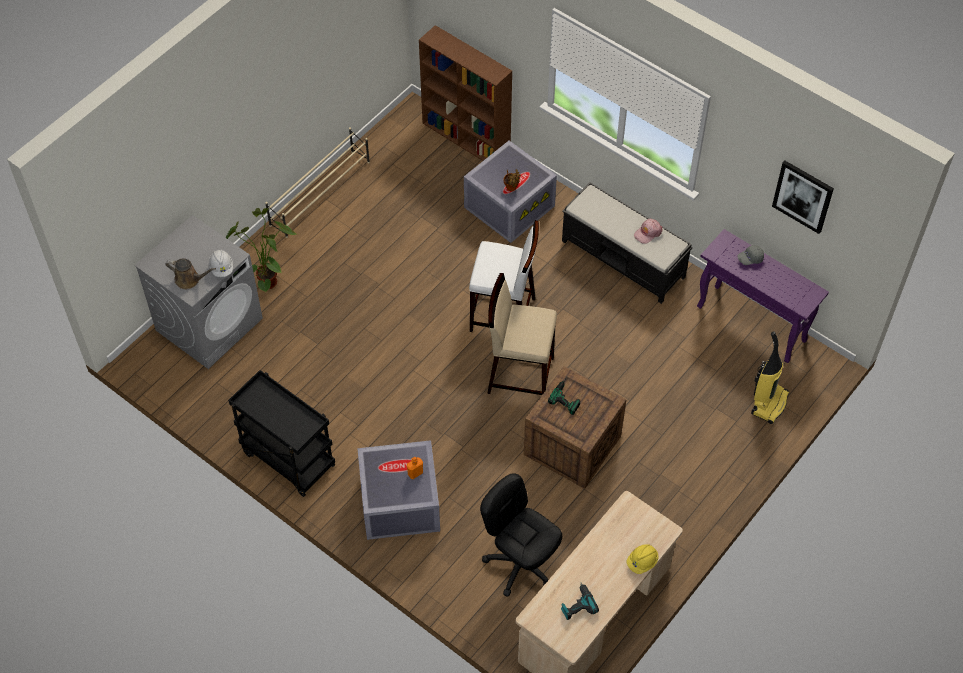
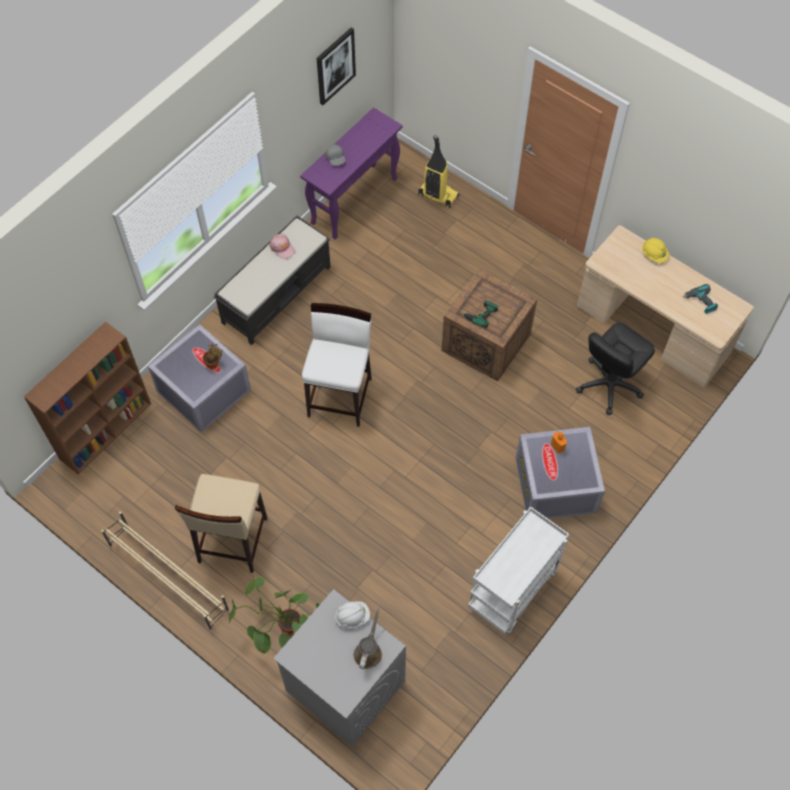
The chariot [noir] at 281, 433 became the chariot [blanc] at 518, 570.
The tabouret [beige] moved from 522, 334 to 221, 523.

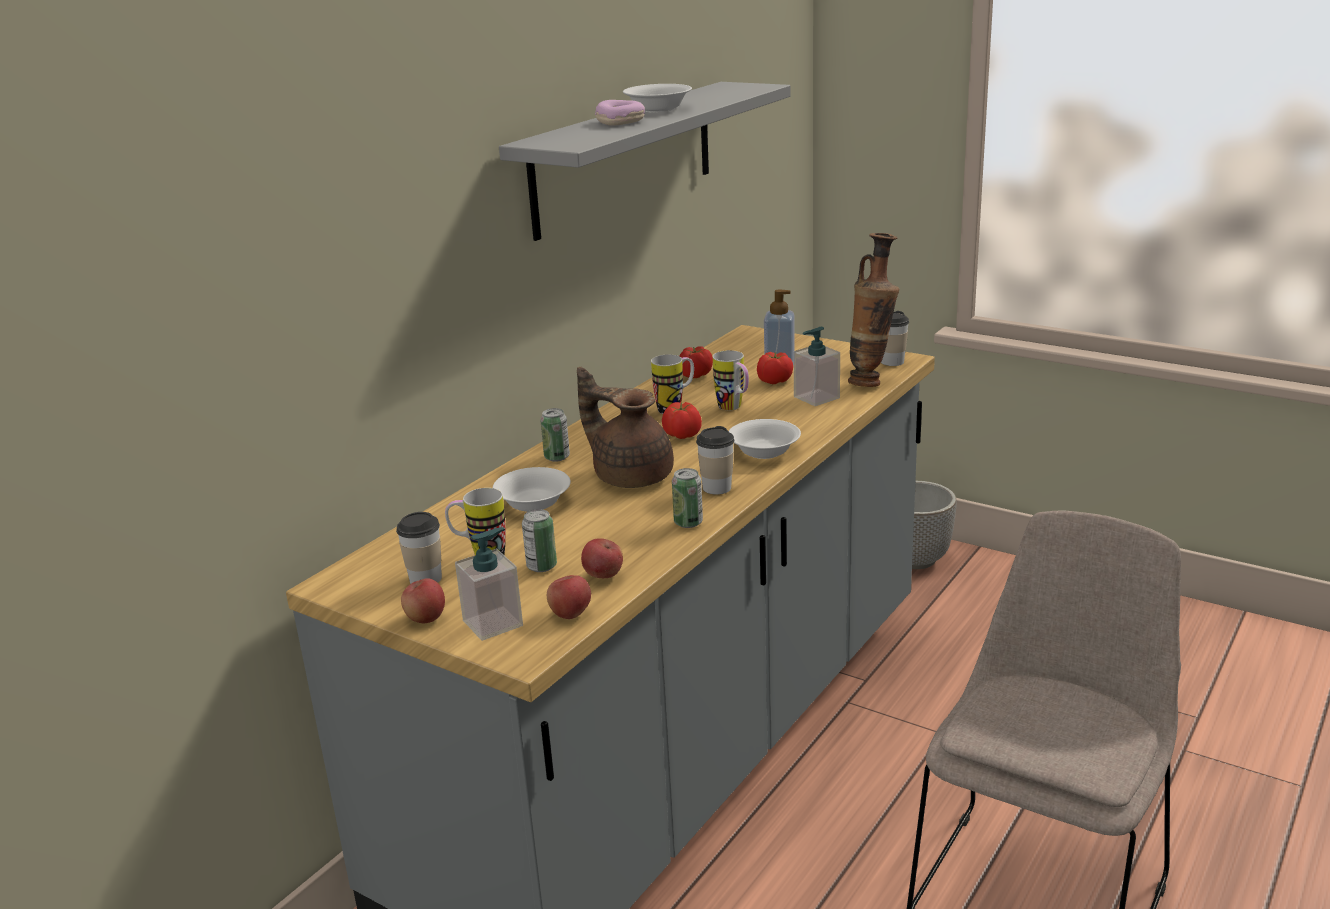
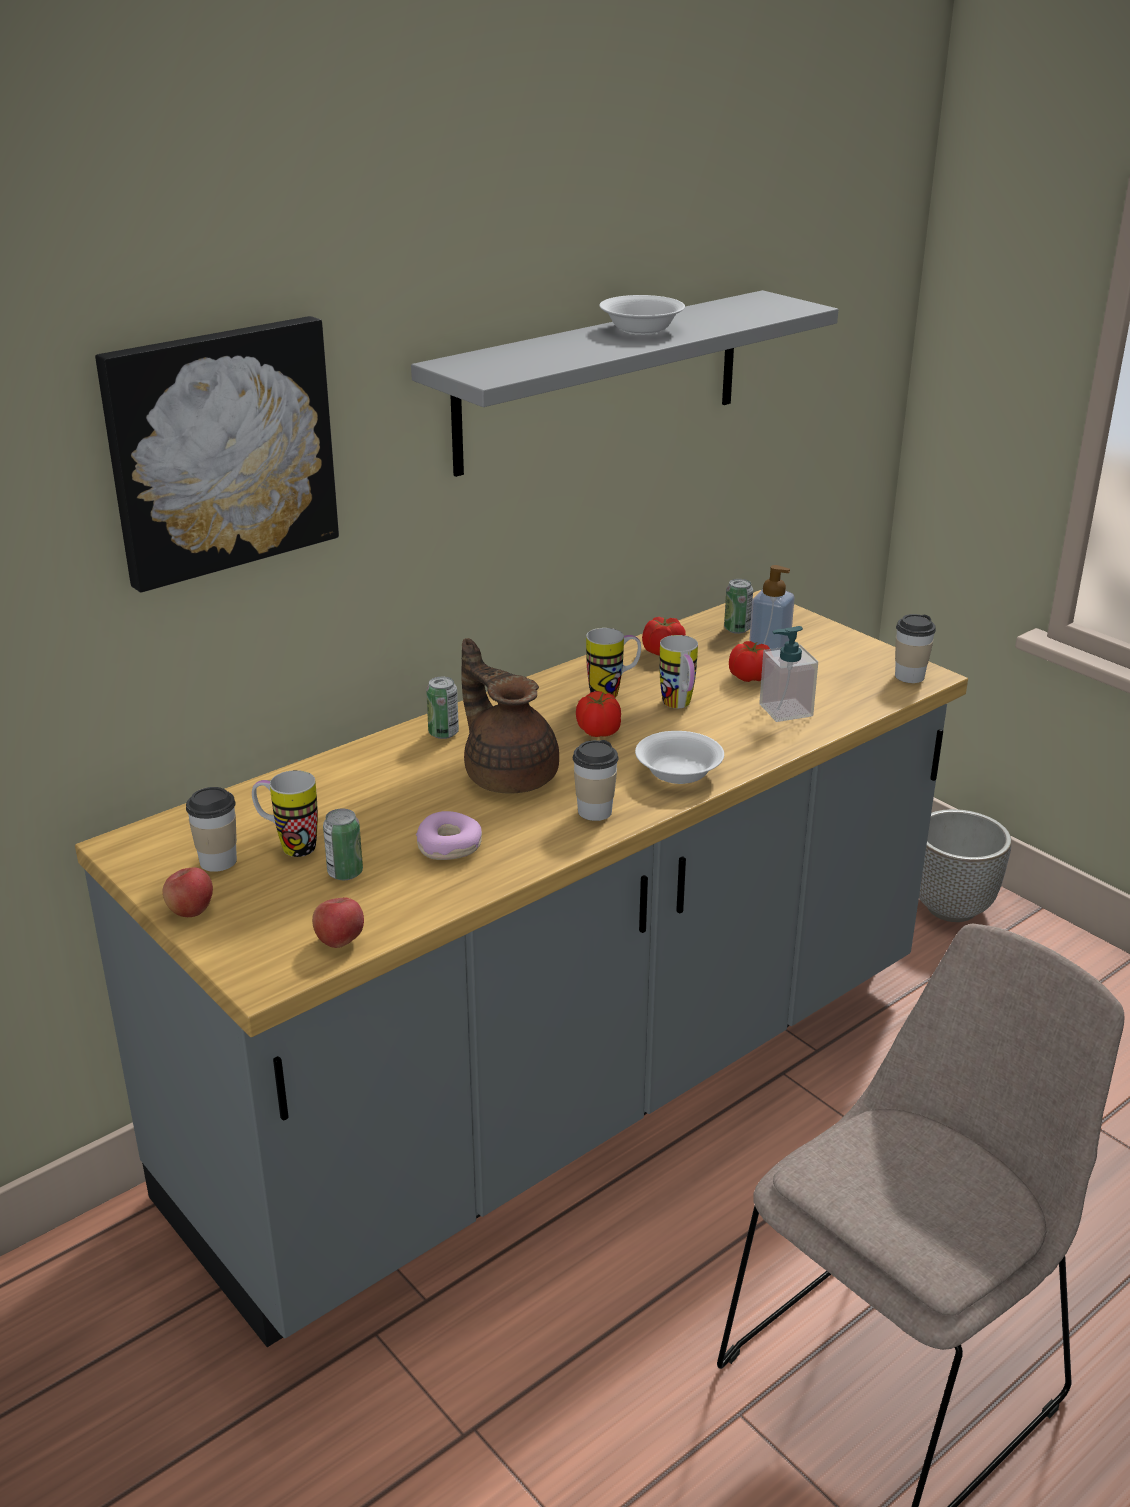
The distributeur de savon at 489, 584 disappeared.
The bol [blanc] at 532, 489 disappeared.
The pomme at 602, 558 disappeared.
The beignet moved from 620, 113 to 449, 835.
The boîte métallique moved from 687, 498 to 738, 606.
The vase at 873, 310 disappeared.
The tableau at 217, 454 appeared.

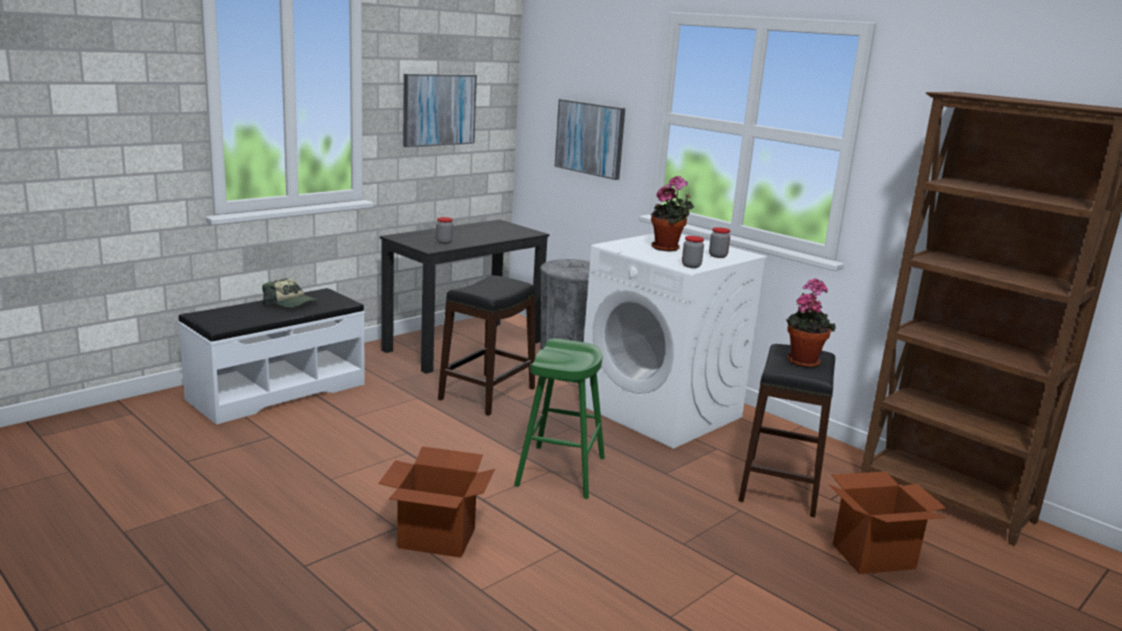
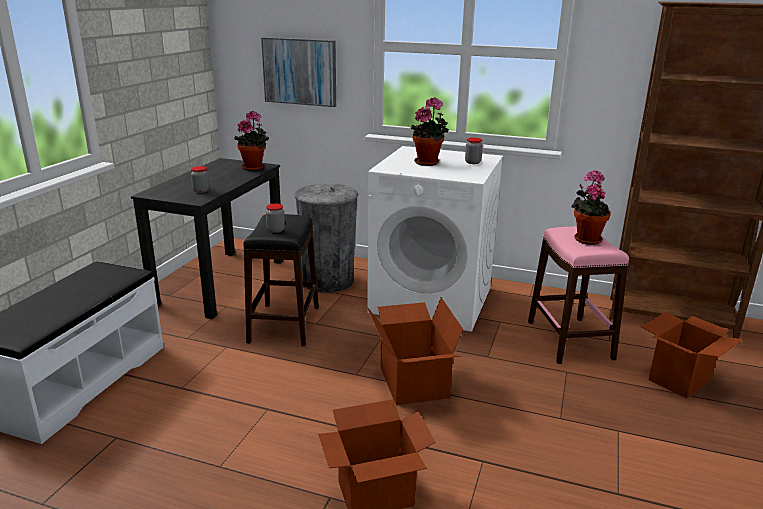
The casquette at 290, 293 disappeared.
The tableau at 440, 110 disappeared.
The tabouret [vert] at 559, 419 was replaced by the carton at 415, 351.
The bocal moved from 693, 252 to 275, 218.
The tabouret [noir] at 786, 430 became the tabouret [rose] at 578, 295.
The plante en pot at 251, 141 appeared.

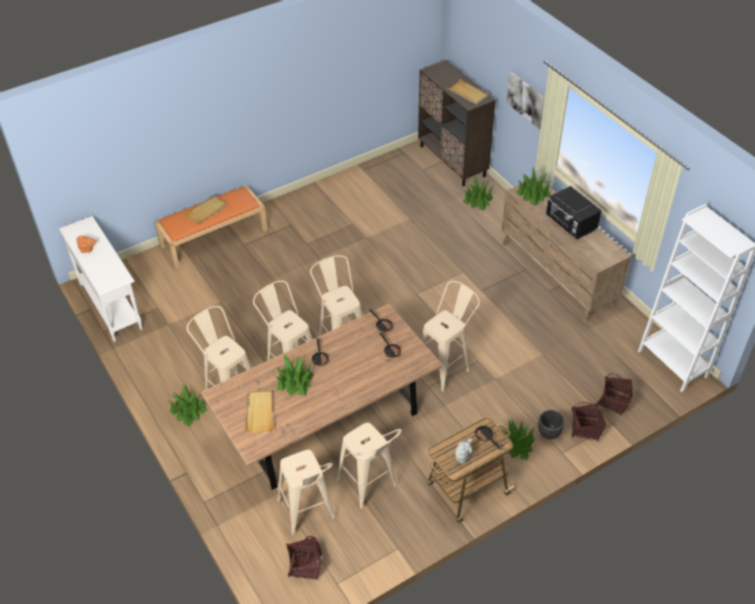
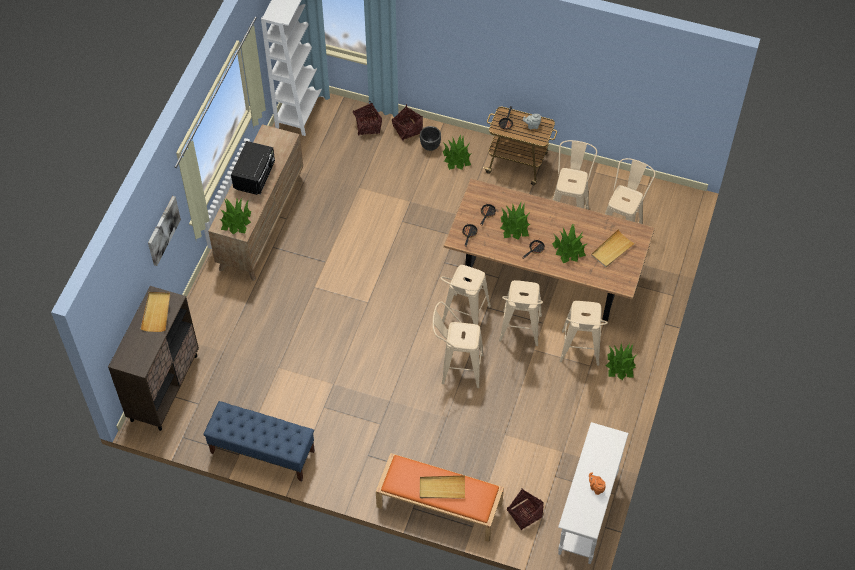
The panier moved from 304, 557 to 525, 509.
The tabouret [beige] moved from 450, 336 to 458, 344.
The plante en pot moved from 478, 194 to 515, 221.
The banc [bleu] at 259, 441 appeared.

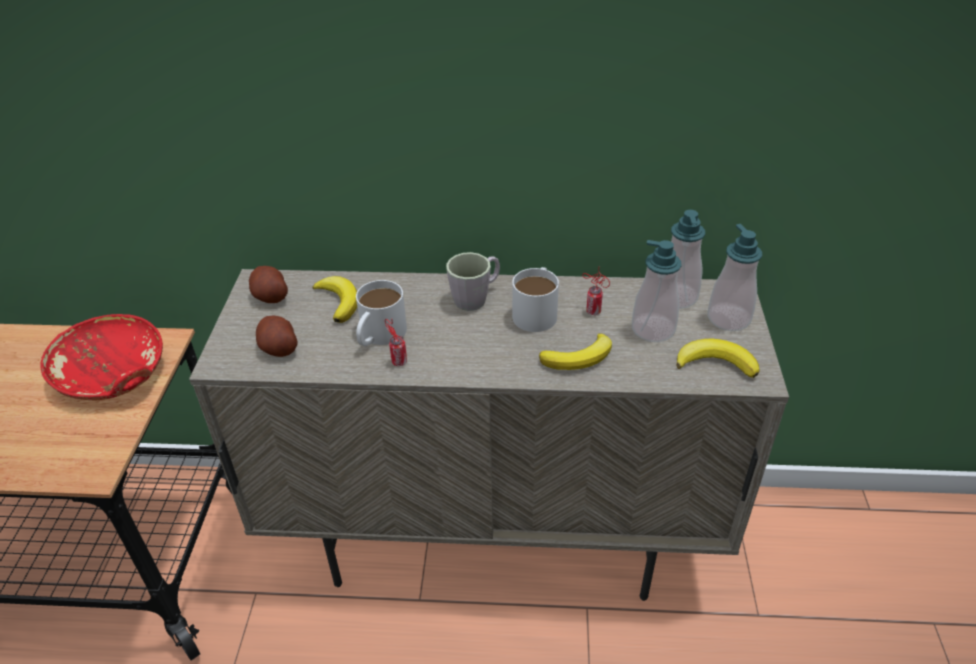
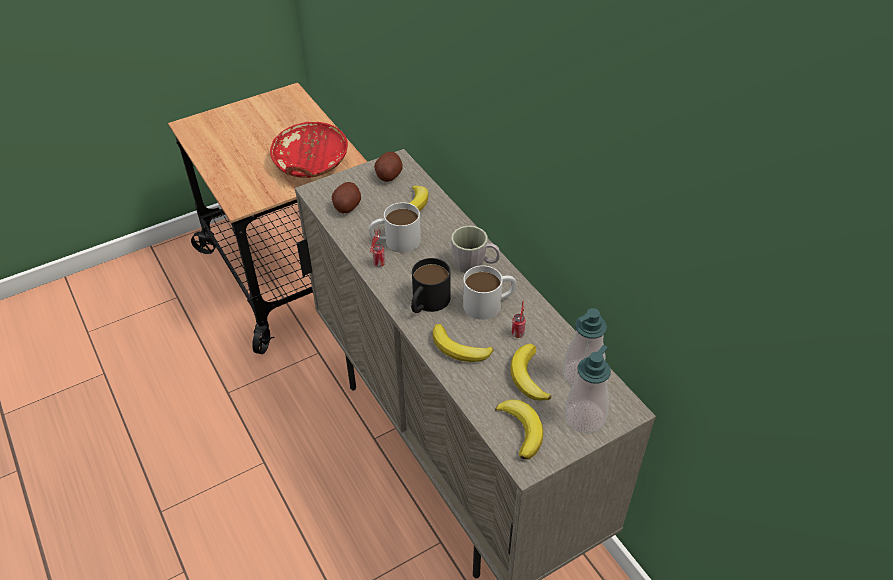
The distributeur de savon at 657, 291 was replaced by the banane at 531, 372.
The mug [noir] at 430, 285 appeared.

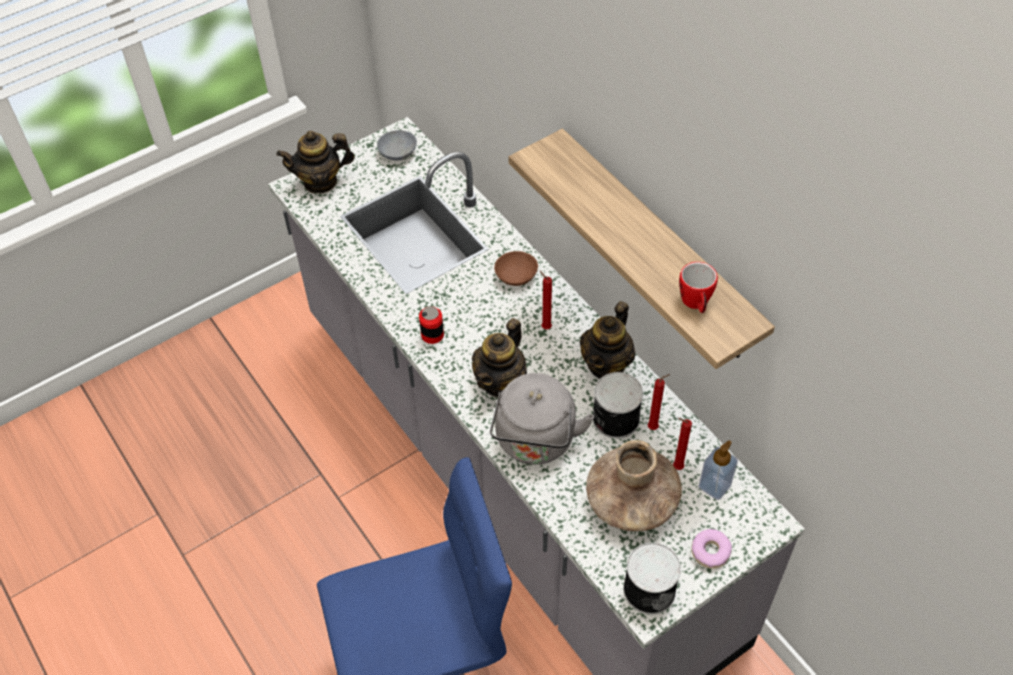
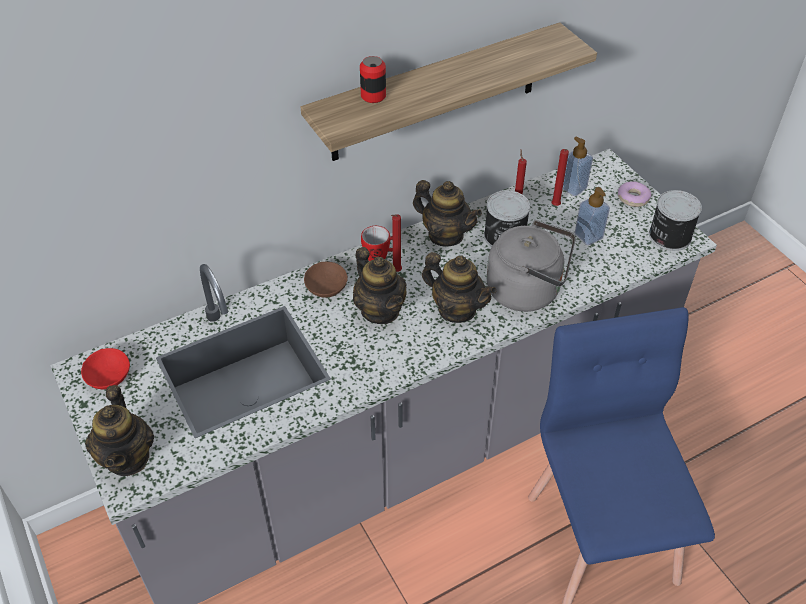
The bol [gris] at 397, 145 became the bol [rouge] at 105, 368.
The boîte métallique moved from 431, 325 to 373, 79.
The vase [marron] at 634, 485 was replaced by the distributeur de savon at 592, 216.
The mug moved from 698, 287 to 377, 243.
The théière at 379, 285 appeared.

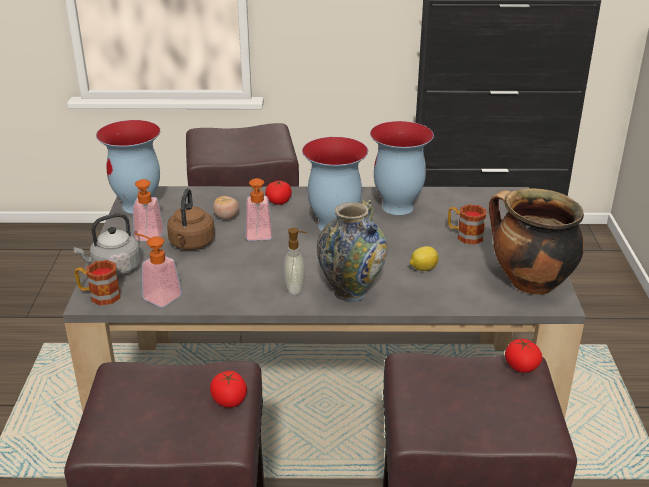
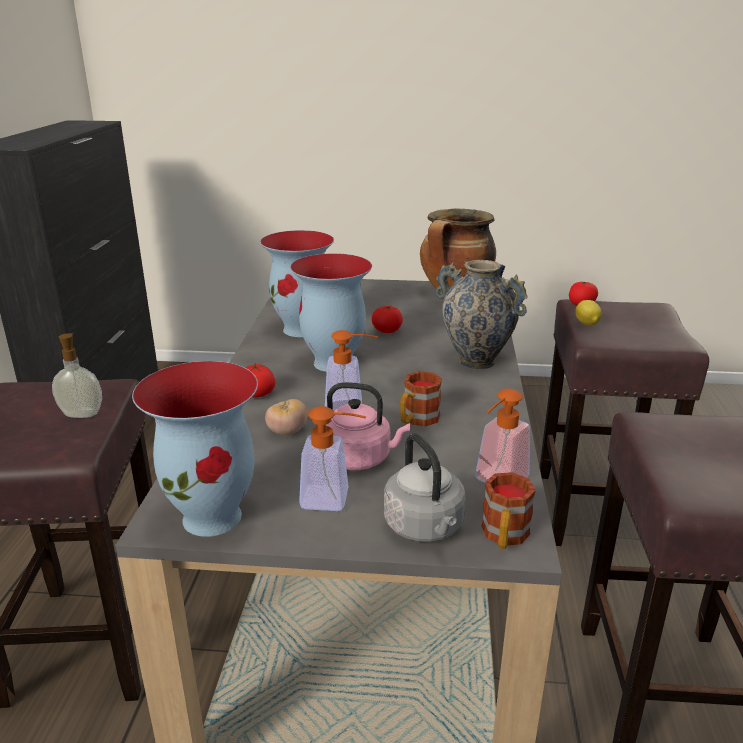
The bouilloire [marron] at 191, 219 became the bouilloire [rose] at 368, 426.
The tomate moved from 228, 389 to 387, 319.
The distributeur de savon moved from 295, 261 to 77, 375.
The citron moved from 424, 258 to 588, 313.
The mug moved from 467, 224 to 421, 398.

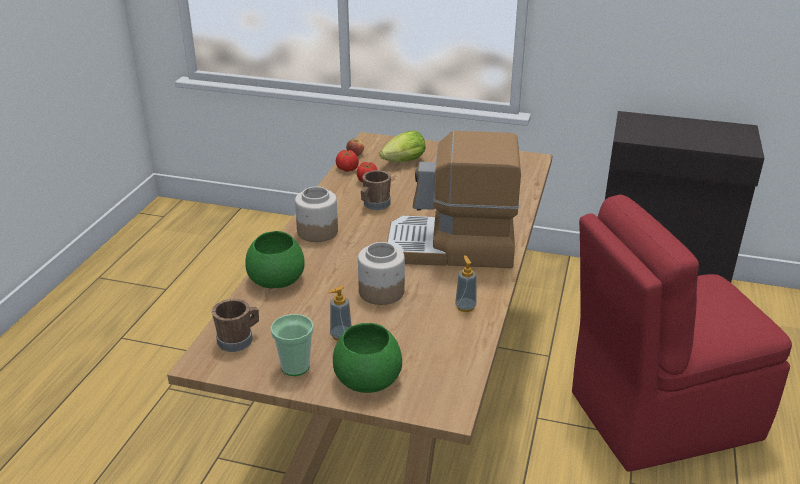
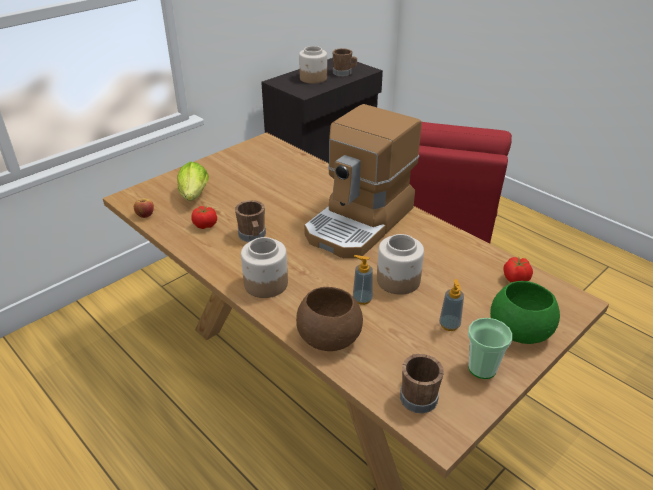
The bol [vert] at 275, 259 became the bol [marron] at 329, 319.
The tomate moved from 347, 161 to 518, 269.
The distributeur de savon moved from 465, 283 to 363, 280.
The bocal at 313, 65 appeared.
The mug [marron] at 344, 62 appeared.

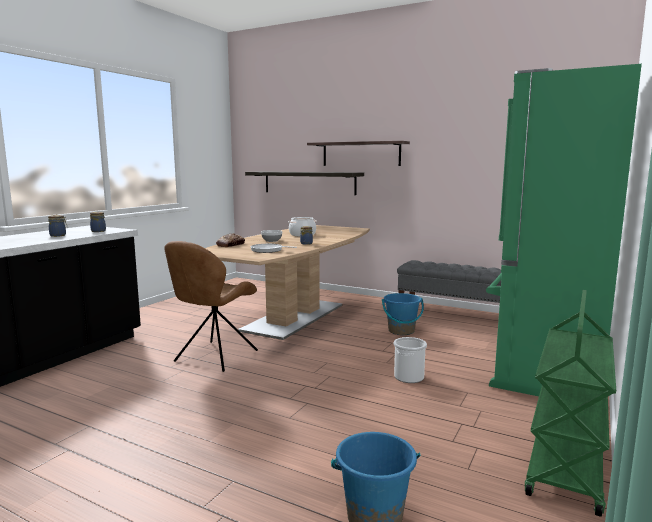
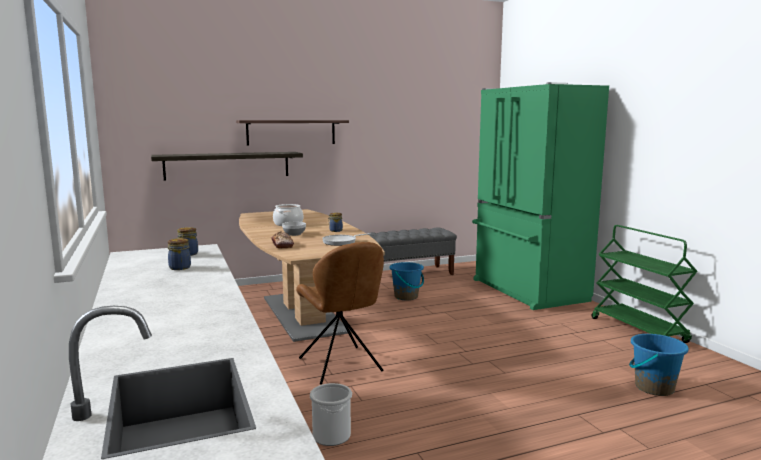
The seau moved from 410, 360 to 331, 414.

